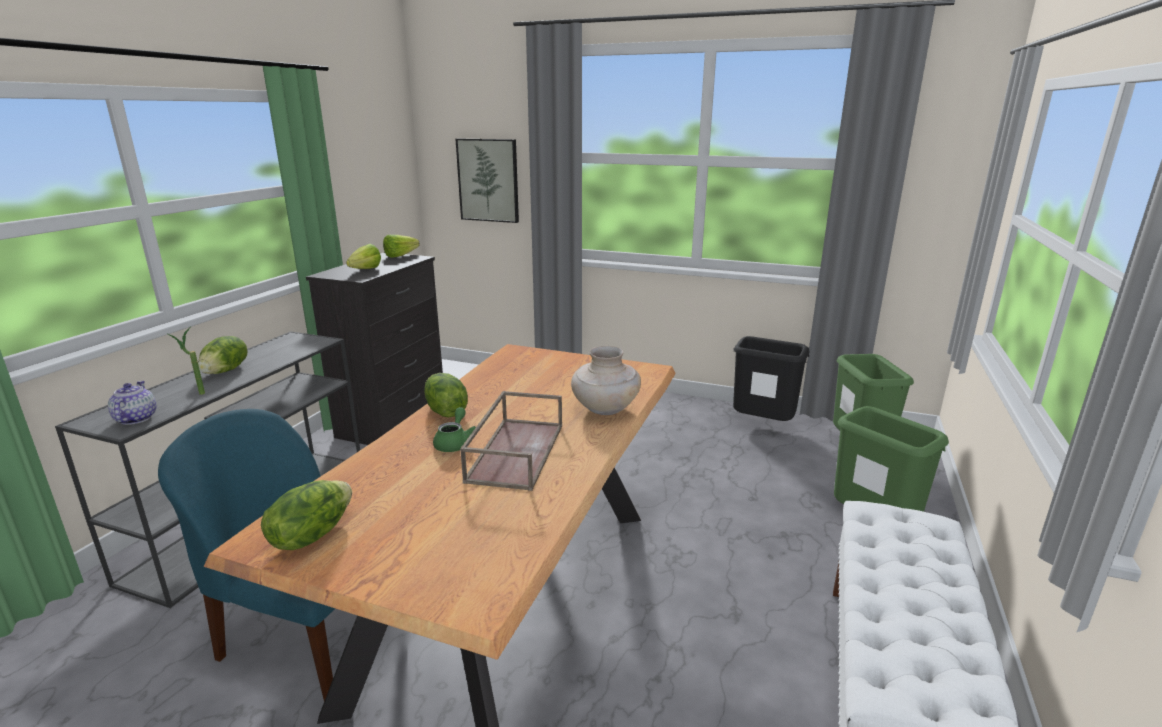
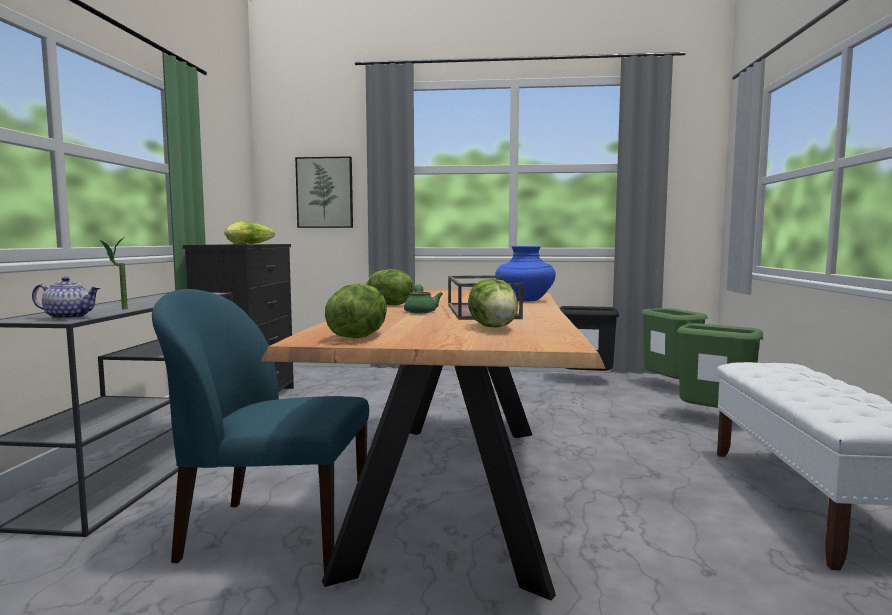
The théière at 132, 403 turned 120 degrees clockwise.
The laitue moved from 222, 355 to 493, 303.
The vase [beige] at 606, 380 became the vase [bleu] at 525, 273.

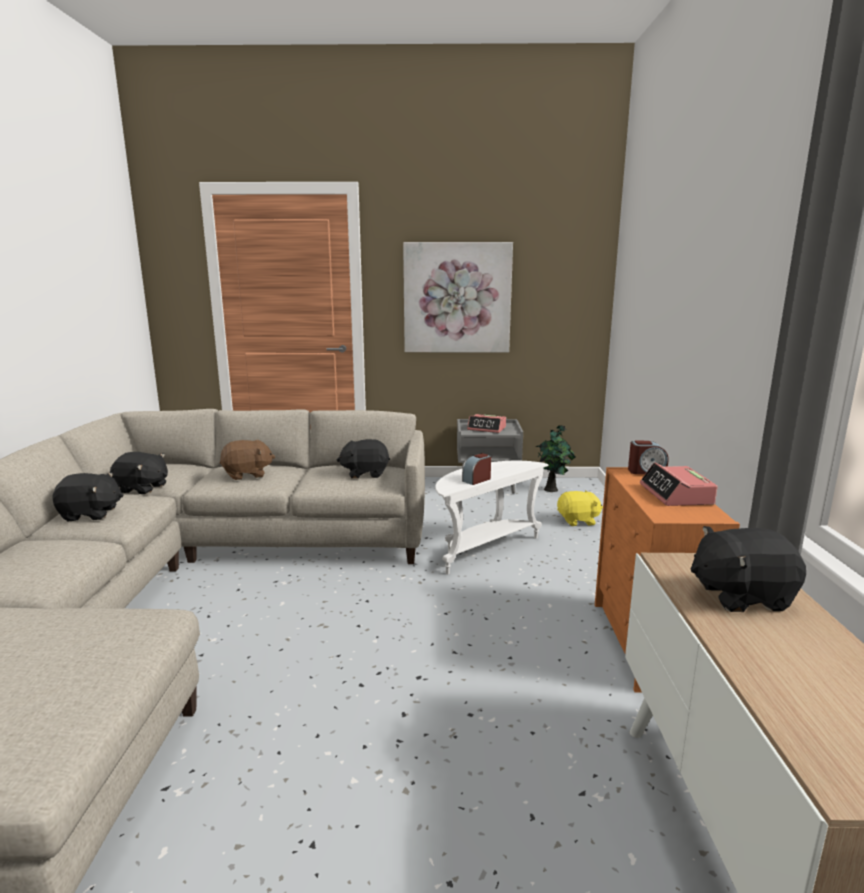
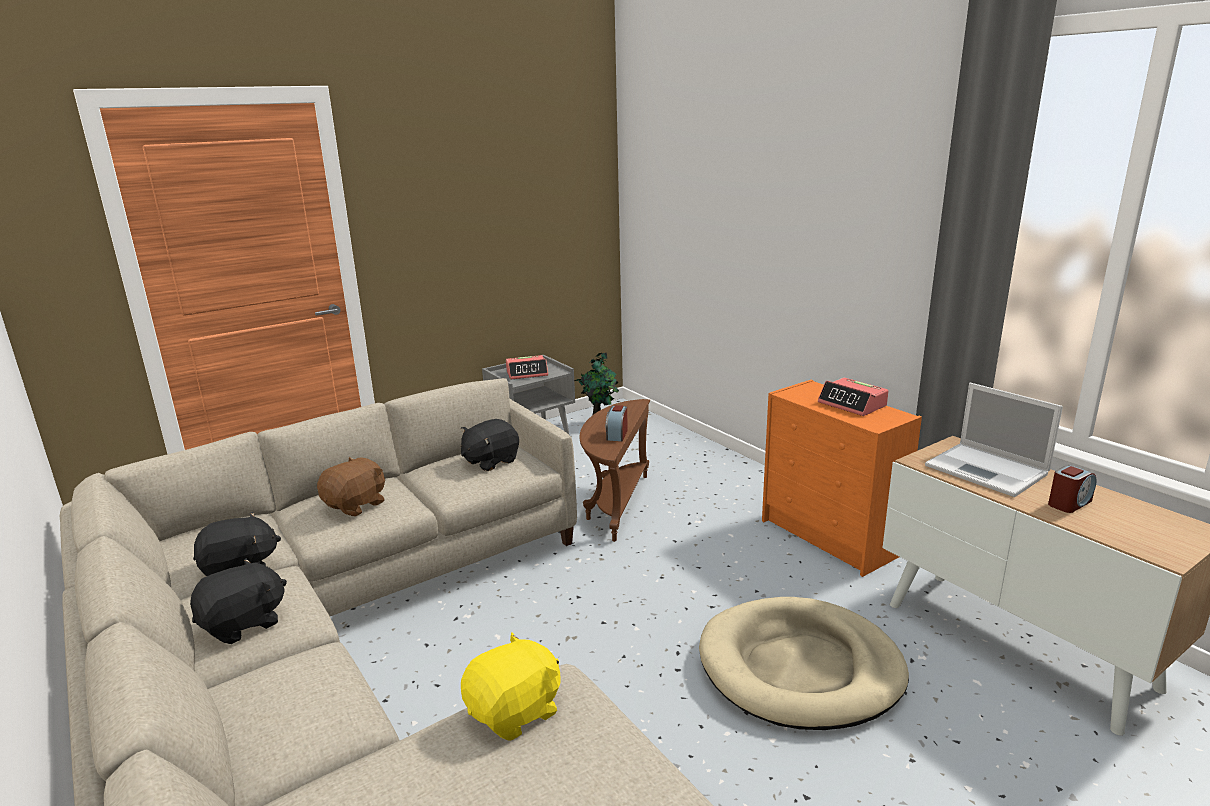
The tableau at 458, 297 disappeared.
The table d'appoint [blanc] at 491, 517 became the table d'appoint [marron] at 614, 470.
The peluche [jaune] moved from 580, 508 to 511, 686.
The réveil moved from 648, 458 to 1072, 489.
The peluche [noir] at 748, 569 was replaced by the ordinateur portable at 994, 440.
The panier pour chien [beige] at 804, 663 appeared.

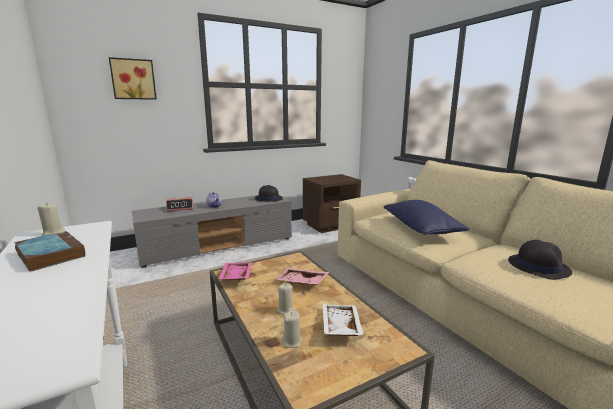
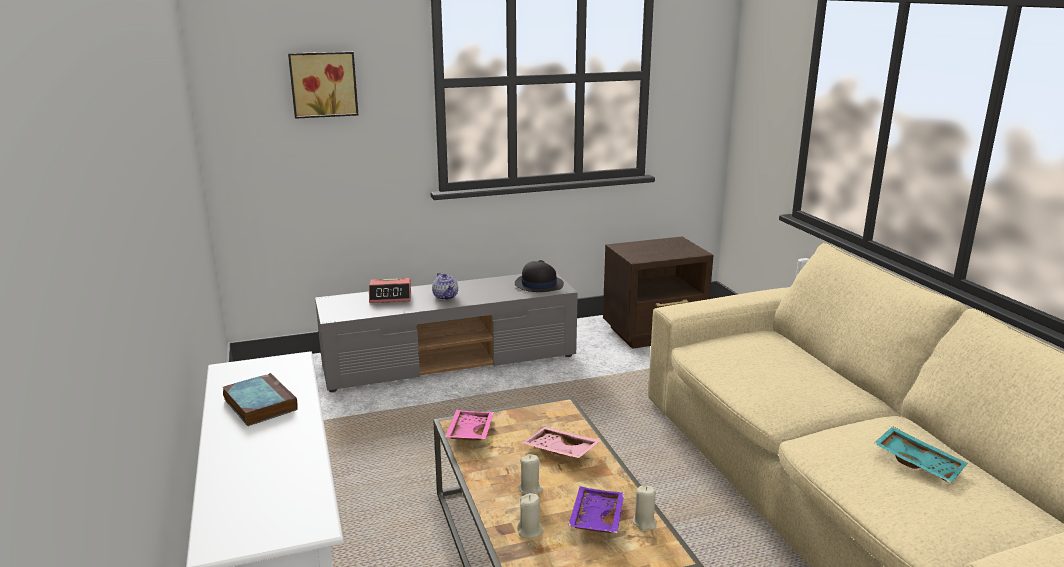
The bougie [beige] moved from 51, 220 to 645, 508.
The plateau [blanc] at 343, 320 became the plateau [violet] at 596, 509.
The coussin [bleu] at 427, 217 disappeared.
The chapeau [noir] at 540, 260 was replaced by the plateau [turquoise] at 921, 454.

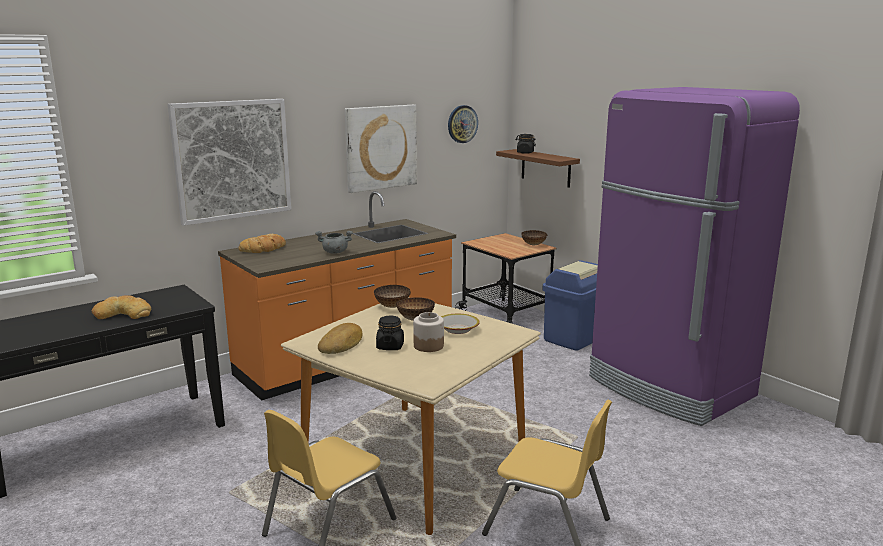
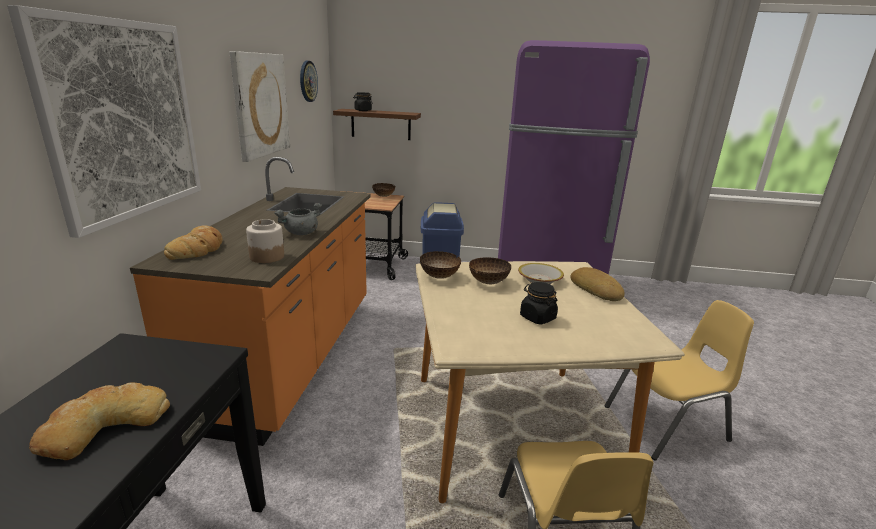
The pain moved from 340, 338 to 597, 284.
The bocal moved from 428, 332 to 265, 241.

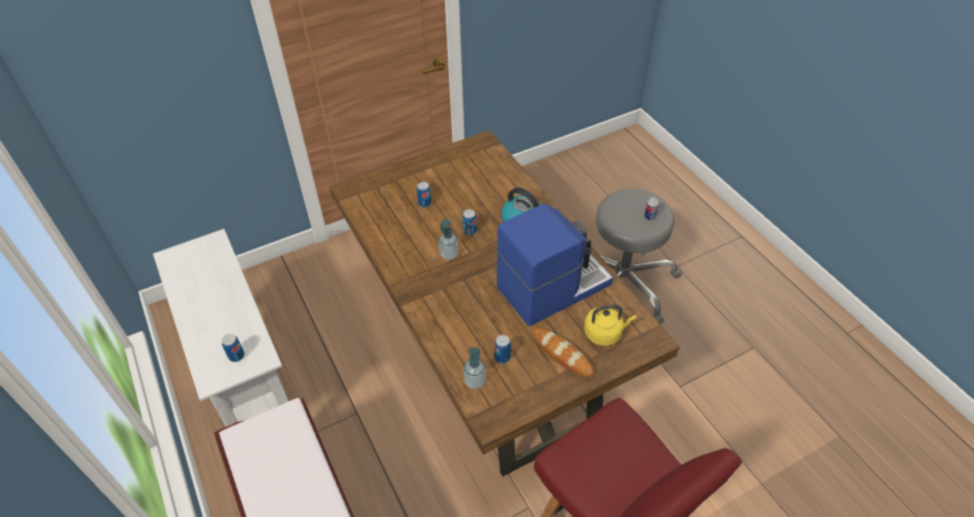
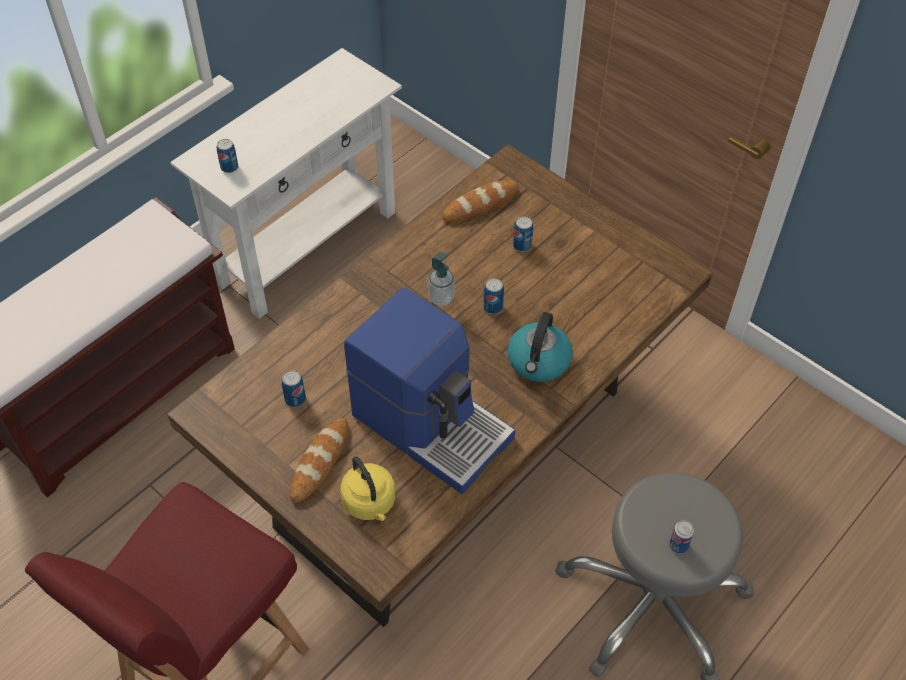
The distributeur de savon at 474, 368 disappeared.
The pain at 480, 201 appeared.

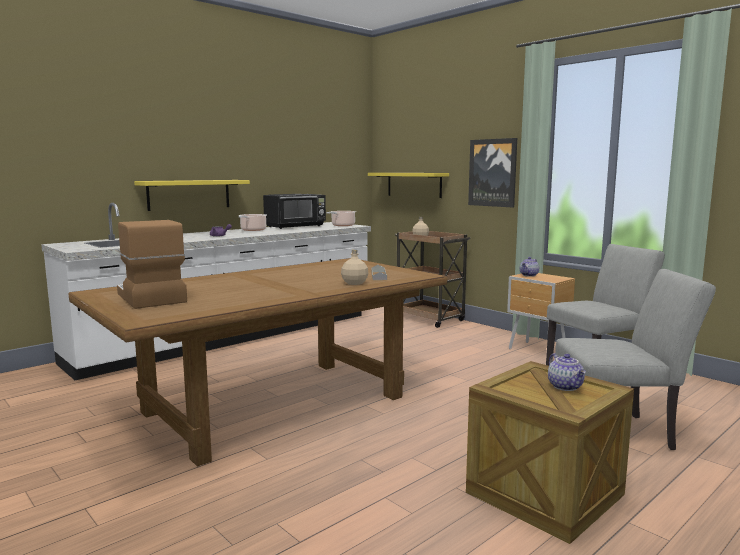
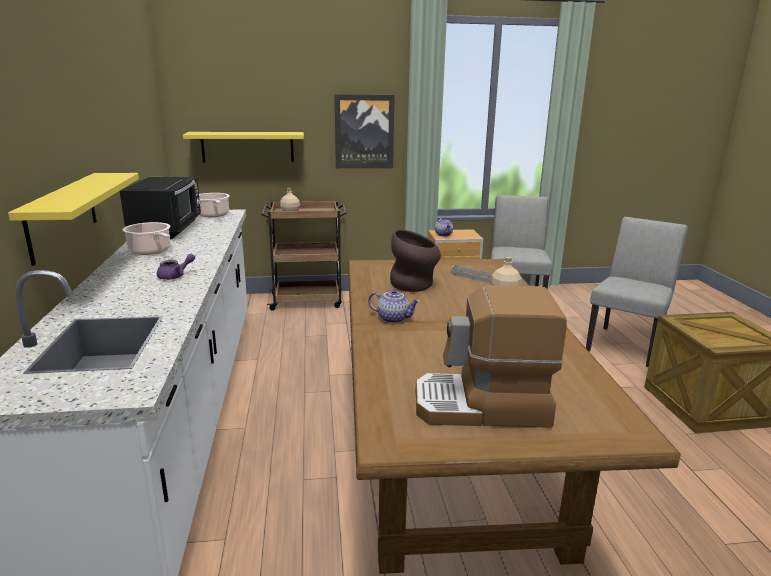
The théière moved from 567, 372 to 394, 306.
The vase [marron] at 415, 260 appeared.

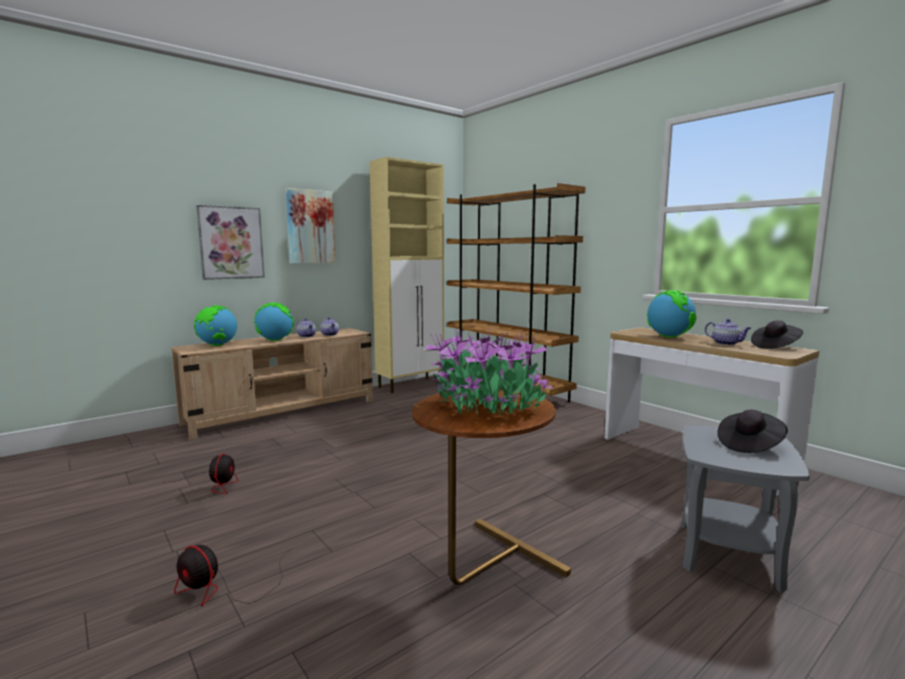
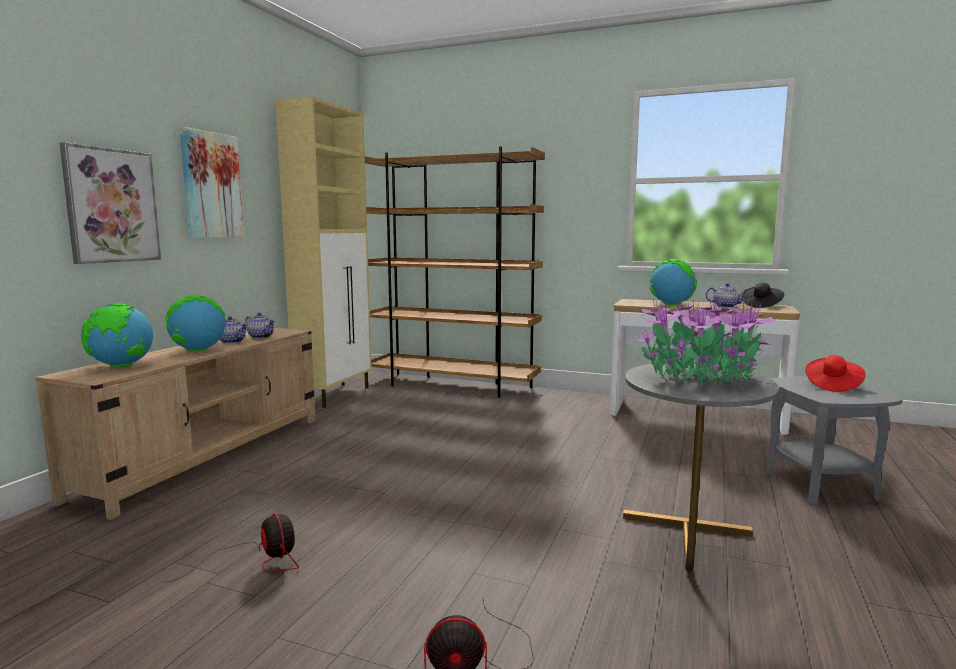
The table d'appoint [marron] at 491, 487 became the table d'appoint [gris] at 701, 467.
The chapeau [noir] at 752, 431 became the chapeau [rouge] at 835, 373.

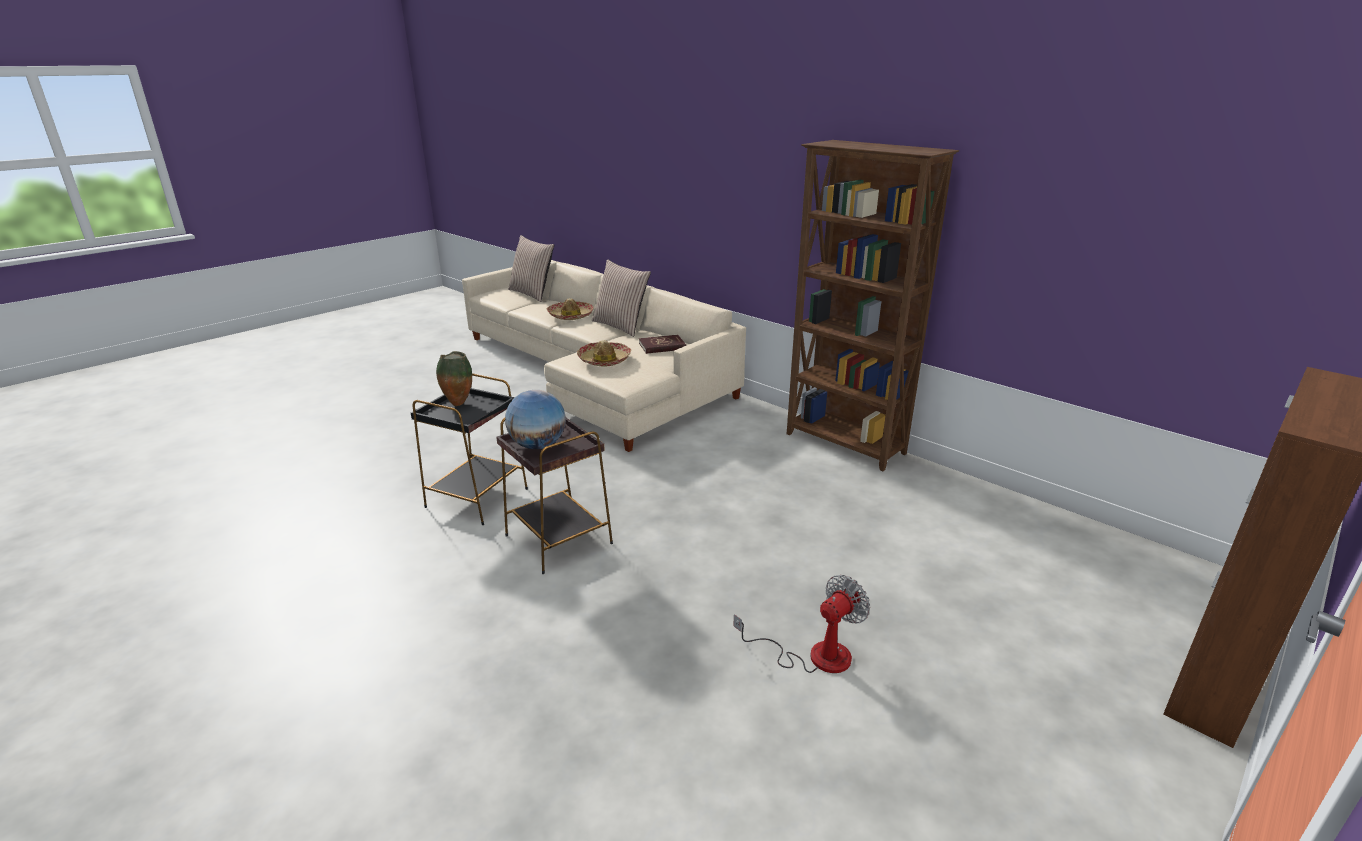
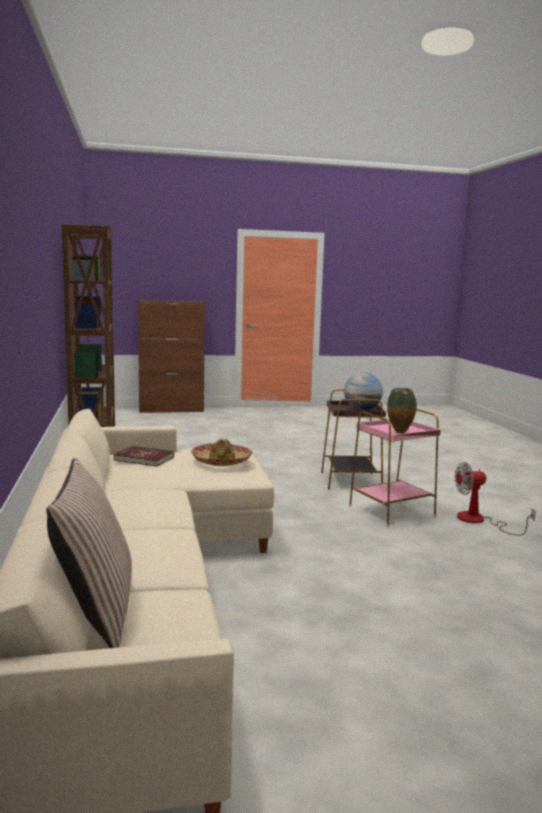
The table d'appoint [noir] at 469, 449 became the table d'appoint [rose] at 395, 468.
The chapeau at 570, 309 disappeared.
The coussin at 621, 298 disappeared.
The ventilateur moved from 801, 624 to 495, 499.

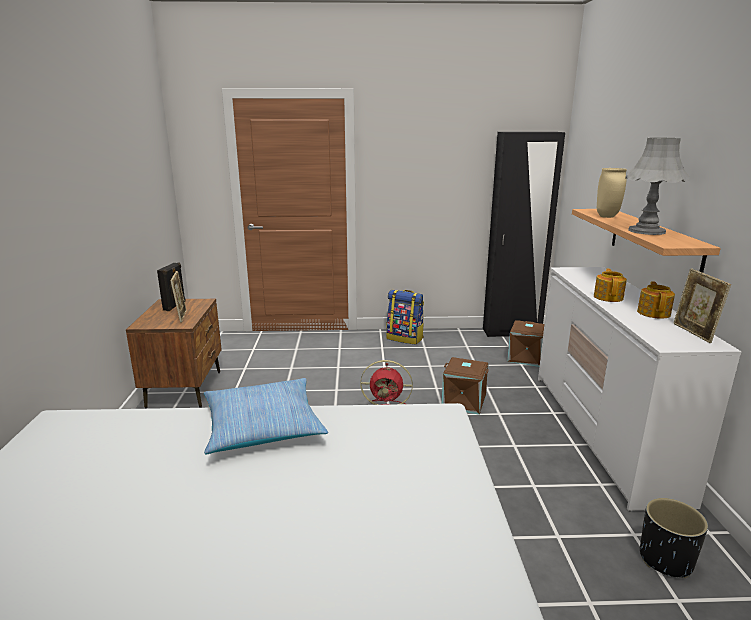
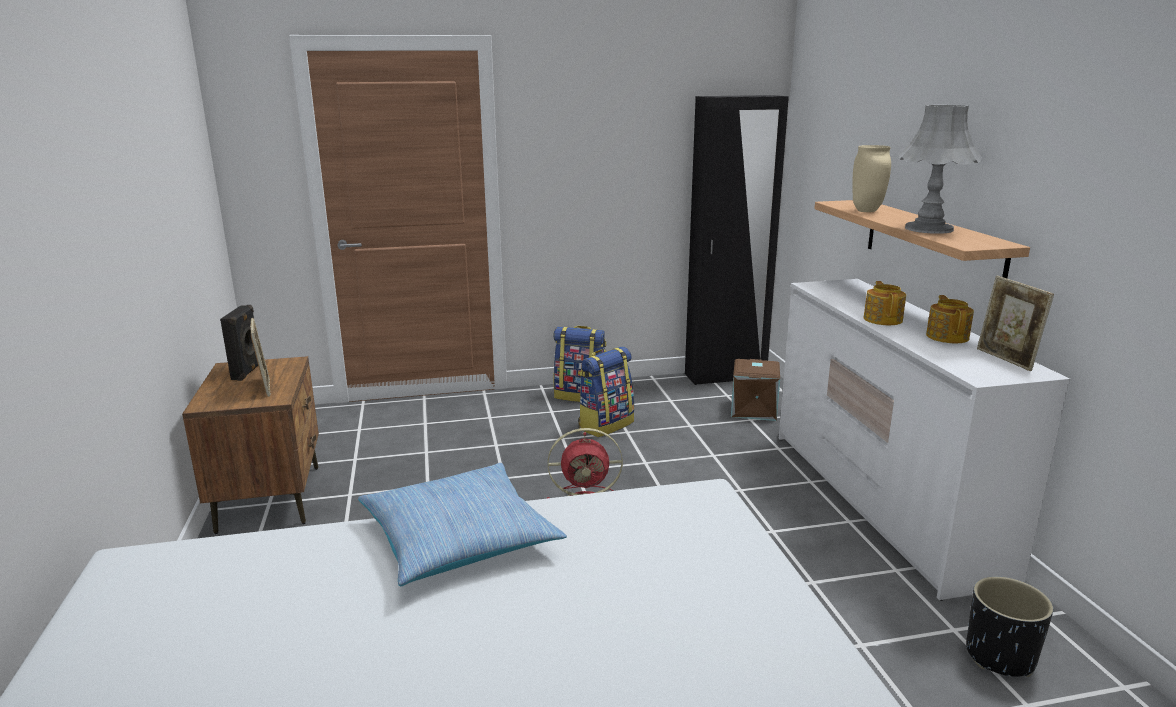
The boîte de rangement [marron] at 465, 386 disappeared.
The sac à dos at 606, 392 appeared.

